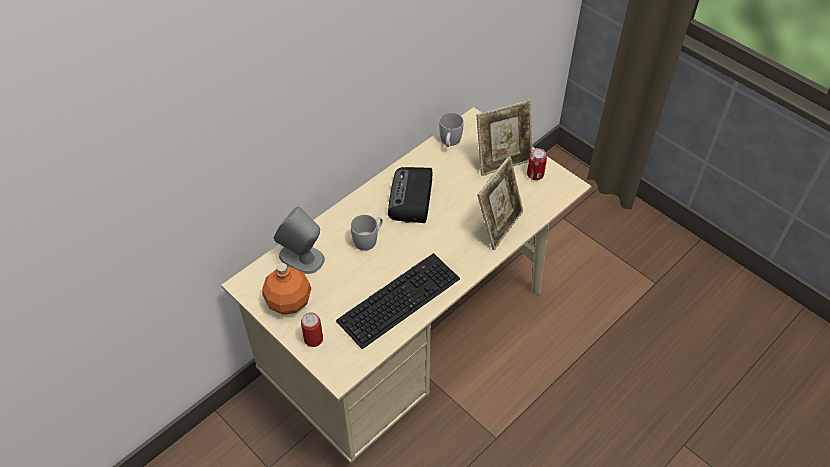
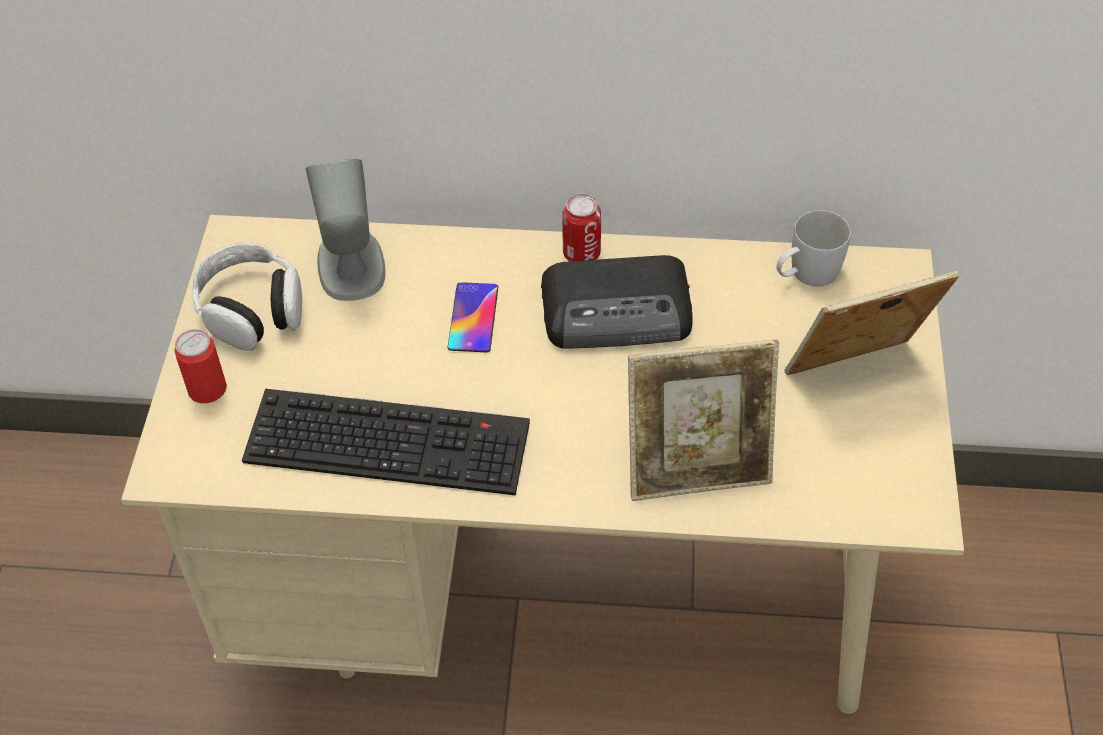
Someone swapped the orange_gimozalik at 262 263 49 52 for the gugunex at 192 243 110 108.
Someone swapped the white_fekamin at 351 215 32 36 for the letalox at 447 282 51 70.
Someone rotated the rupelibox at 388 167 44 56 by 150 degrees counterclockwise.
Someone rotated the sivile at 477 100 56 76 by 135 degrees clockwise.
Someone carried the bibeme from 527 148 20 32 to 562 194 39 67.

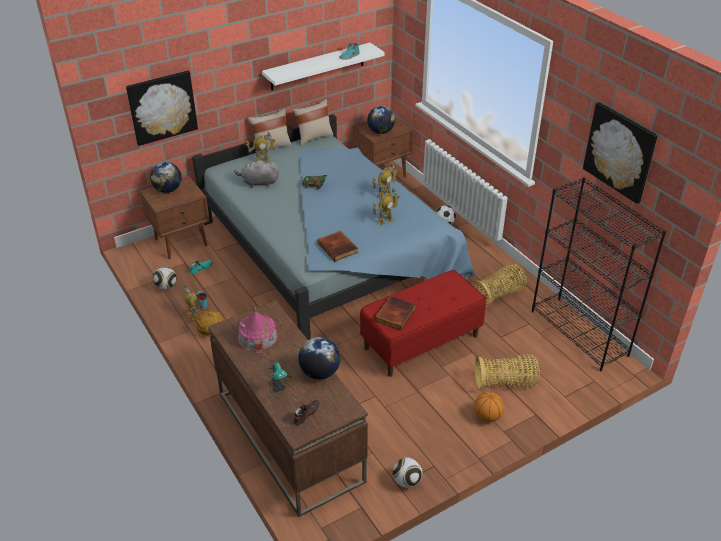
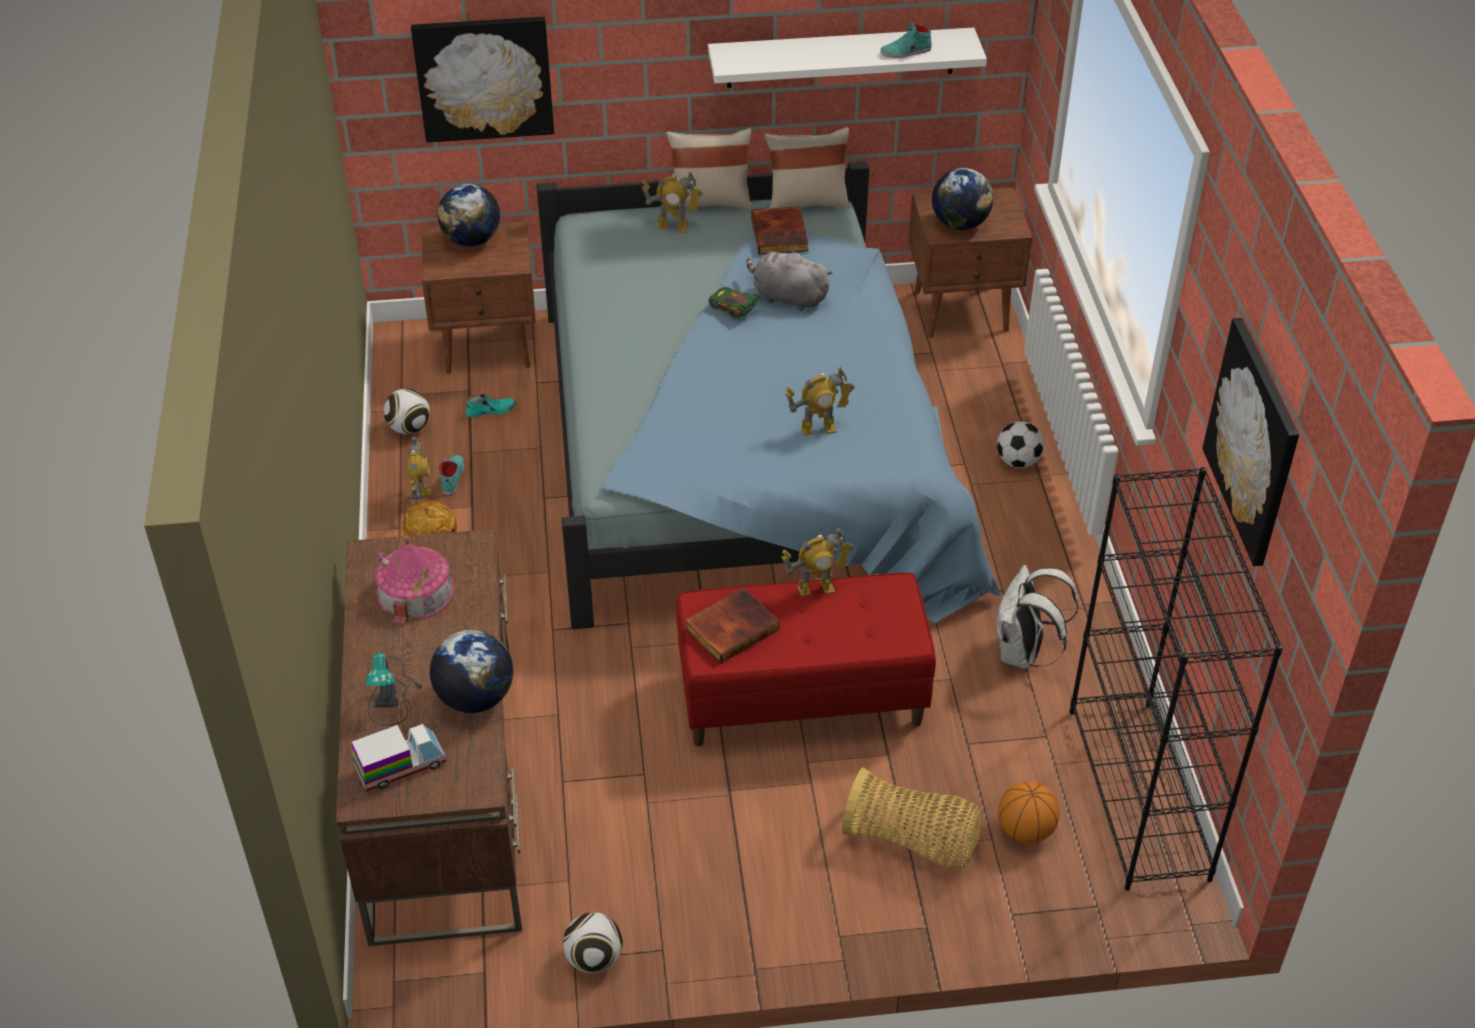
Someone carried the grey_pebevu from 234 160 45 27 to 746 248 87 63.
Someone swapped the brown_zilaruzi at 293 399 27 26 for the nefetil at 352 724 94 68.
Someone carried the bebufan from 318 231 40 30 to 751 206 58 49.
Someone carried the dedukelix from 372 163 26 35 to 781 527 73 70.
Someone swapped the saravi at 471 264 56 44 for the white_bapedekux at 996 565 82 104.
Someone carried the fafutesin from 474 392 30 30 to 998 781 62 63.

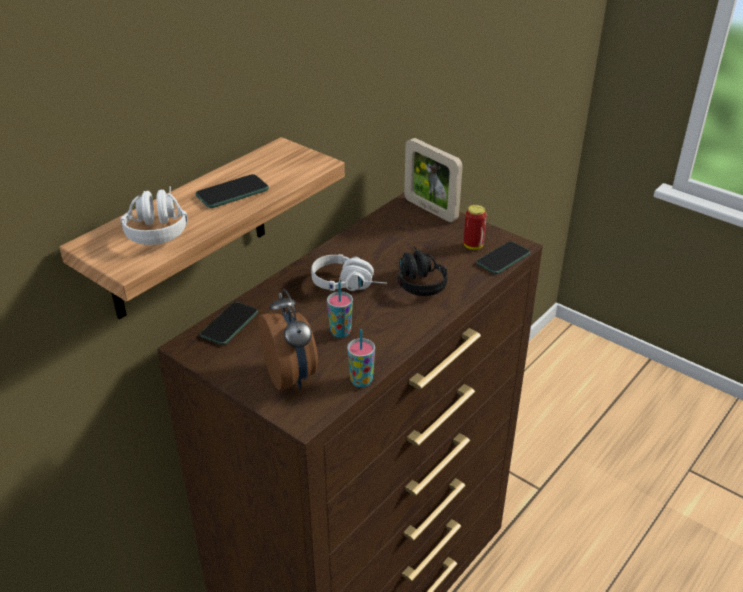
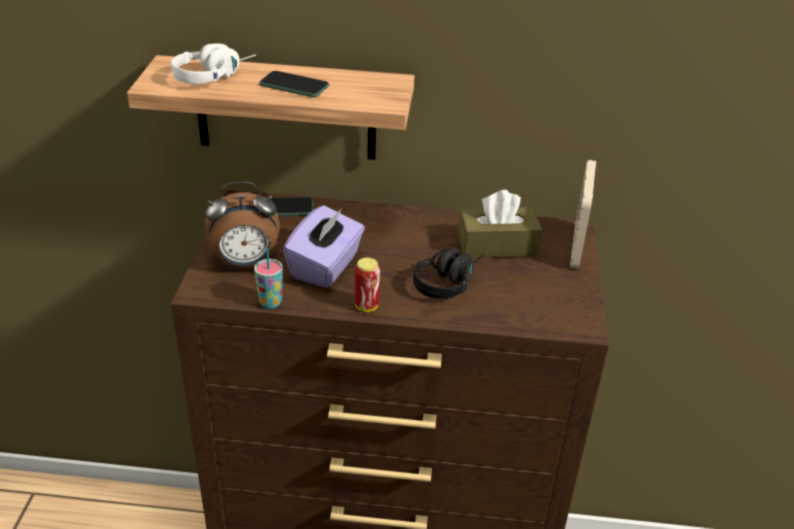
Someone rotated the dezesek at 258 289 60 101 by 45 degrees clockwise.
Someone took away the white_gugunex at 311 254 76 37.
Someone swapped the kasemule at 327 282 26 56 for the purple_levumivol at 283 205 82 83.
Someone carried the bibeme from 464 205 23 45 to 355 257 25 55.
Someone took away the letalox at 476 241 54 33.
Someone put down the brown_levumivol at 458 190 84 68.

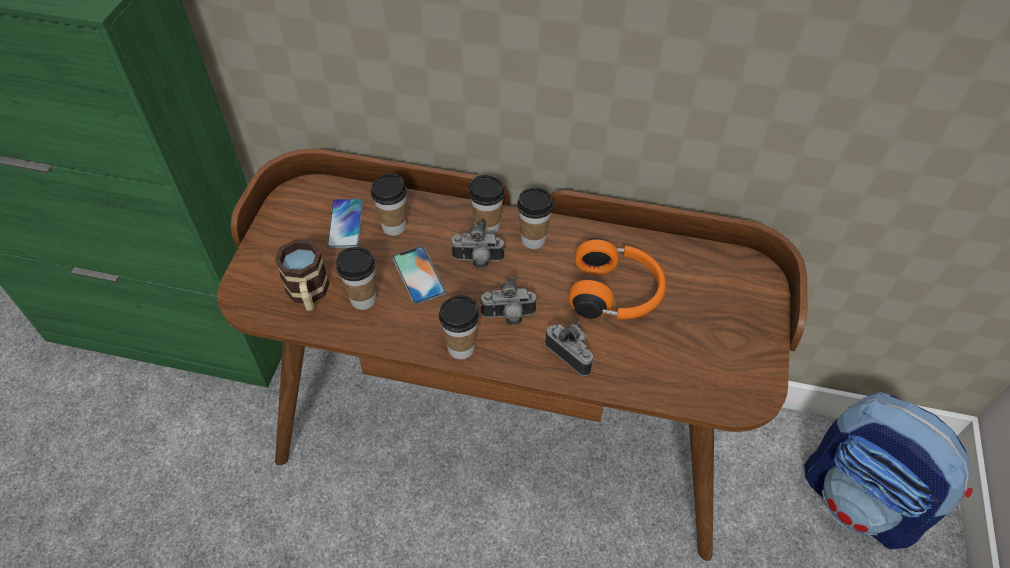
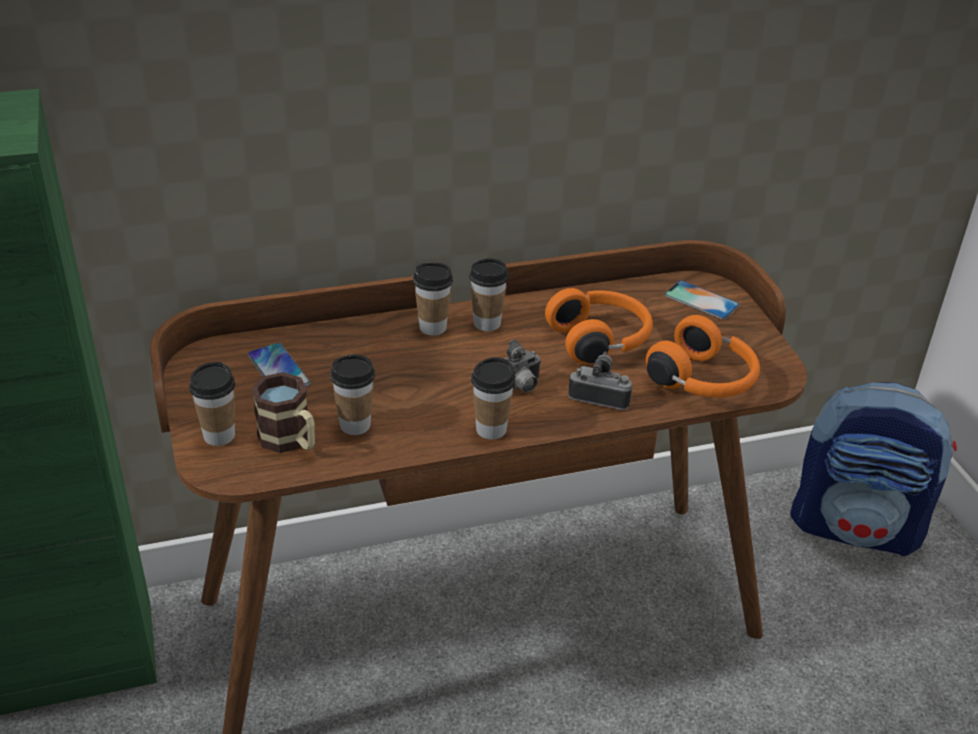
Someone carried the kasemule from 371 173 36 63 to 189 362 46 84.
Someone carried the letalox from 392 246 54 58 to 664 280 76 40.
Someone took away the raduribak at 451 222 54 46.
Someone put down the orange_gugunex at 646 315 114 83.

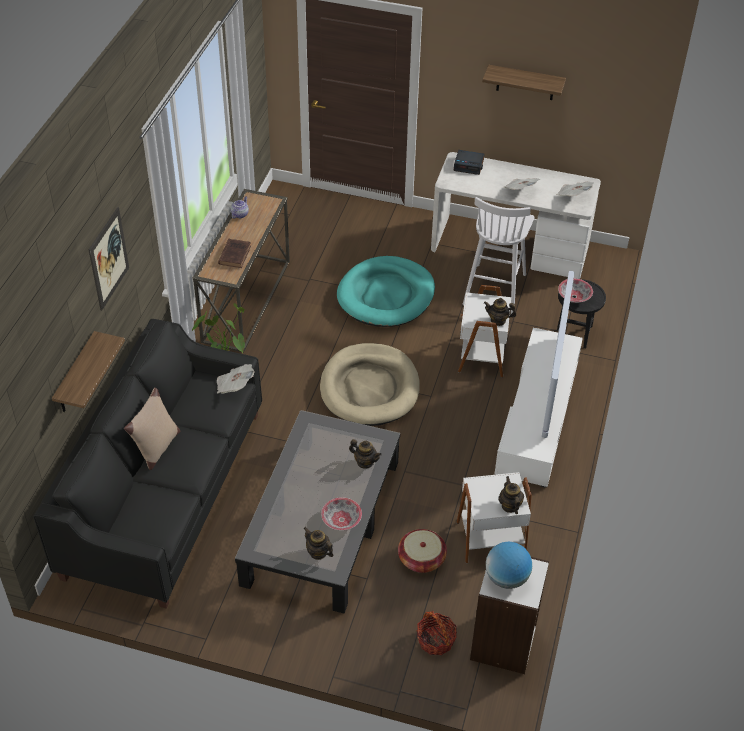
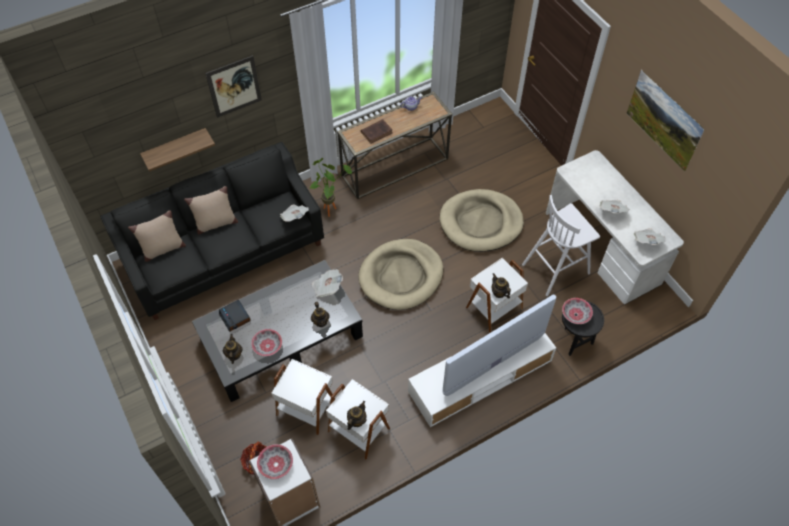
Someone repainted the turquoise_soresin at 337 256 98 71, which became the beige_soresin at 440 189 84 63.
Someone swapped the saravi at 398 529 49 44 for the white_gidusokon at 271 359 64 76.
Someone carried the dezesek from 453 150 31 25 to 219 300 32 32.
Someone swapped the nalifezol at 482 65 84 35 for the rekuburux at 627 70 78 102.
Someone swapped the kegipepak at 486 542 46 47 for the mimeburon at 257 444 36 35.
Someone put down the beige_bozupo at 128 210 58 52.
Someone put down the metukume at 312 269 31 28.

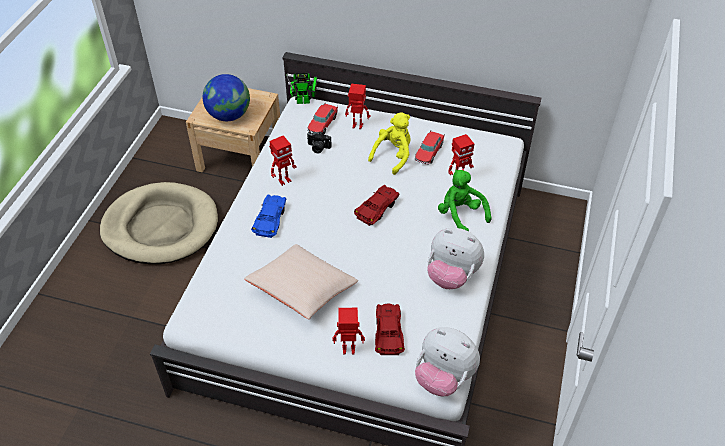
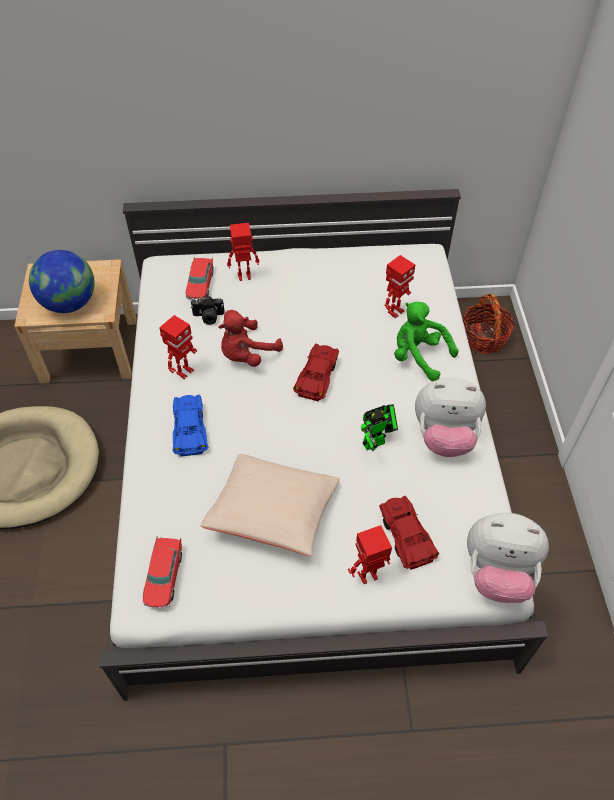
Someone carried the dedukelix from 286 73 31 31 to 361 404 37 47.
Someone took away the yellow_pebevu at 368 112 43 63.
Someone carried the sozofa from 414 131 30 33 to 143 537 39 71.
Someone put down the red_pebevu at 219 310 64 57.
Someone put down the saravi at 462 293 53 61.

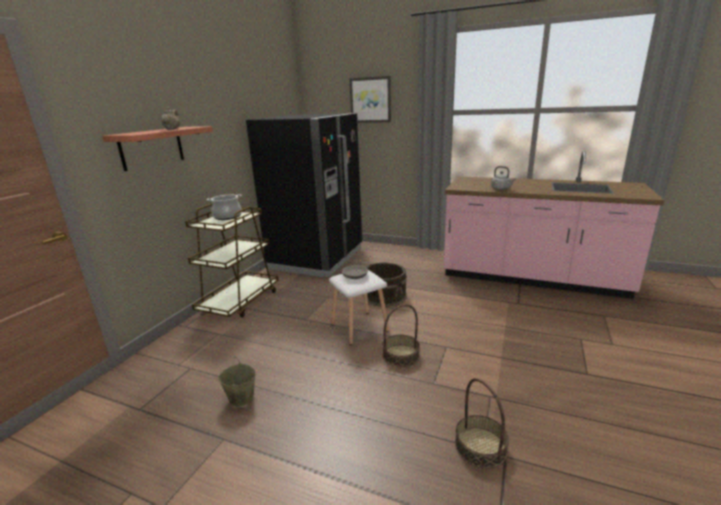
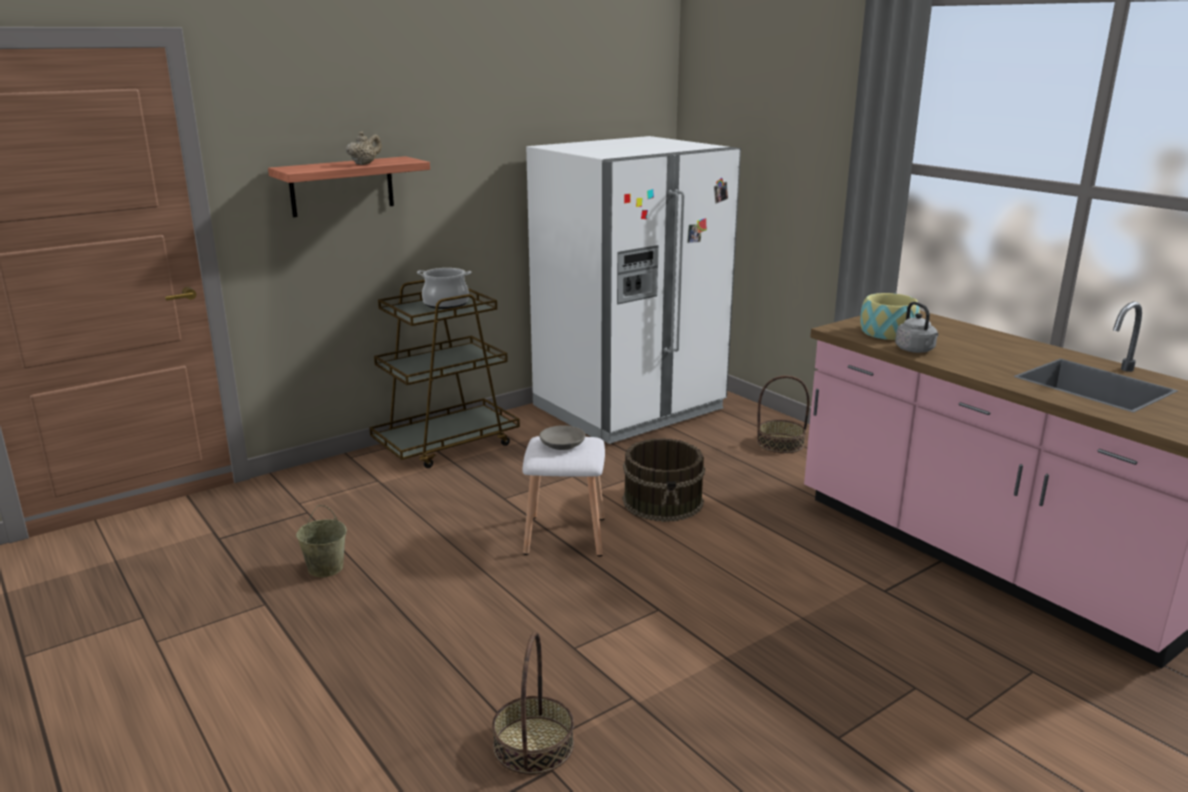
Someone repainted the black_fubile at 246 113 117 164, which became the white_fubile at 526 136 215 308.
Someone took away the rekuburux at 349 76 42 47.
Someone carried the saravi from 382 304 38 63 to 757 375 53 78.
Someone put down the mimeburon at 860 293 60 47.

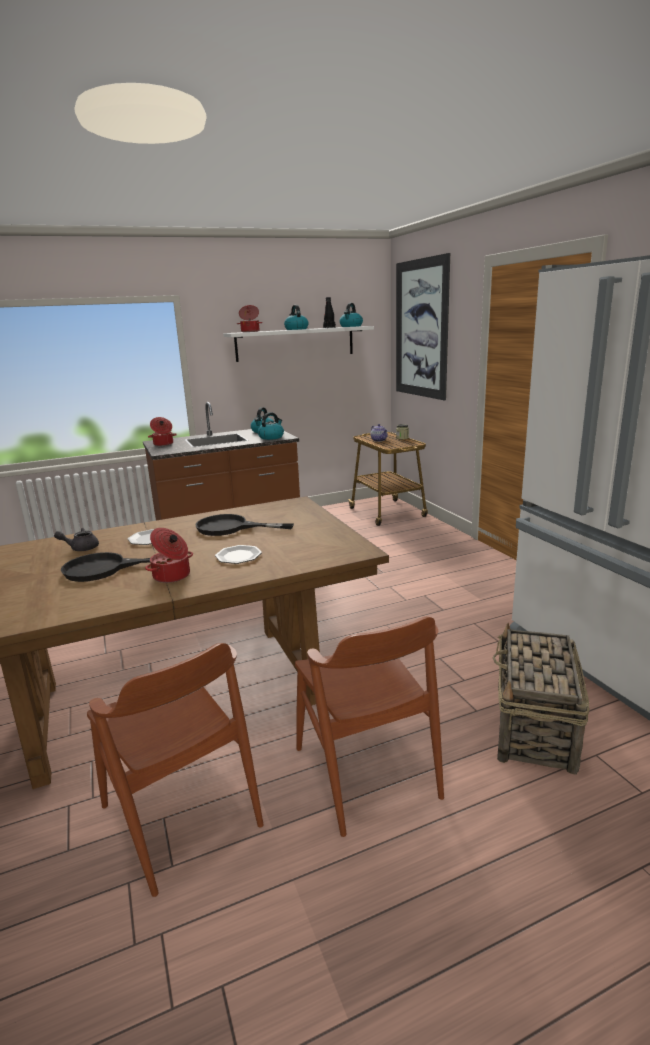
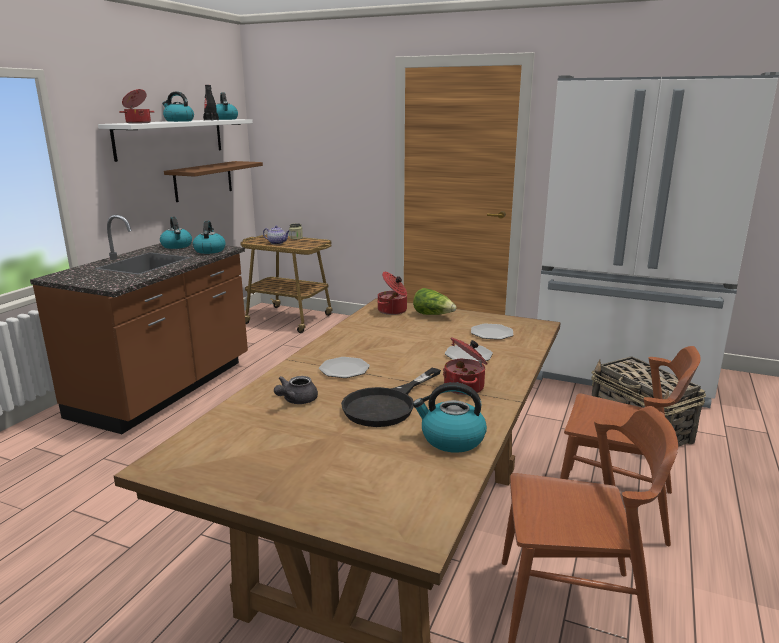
Someone carried the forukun from 148 417 29 29 to 377 272 30 43.
Someone took away the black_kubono at 195 514 99 22.
Someone took away the rekuburux at 396 253 54 147.
Someone put up the brown_nalifezol at 164 161 99 41.
Someone put down the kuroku at 413 288 43 27.
Someone put down the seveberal at 413 382 74 71.
Someone put down the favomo at 471 324 42 16.

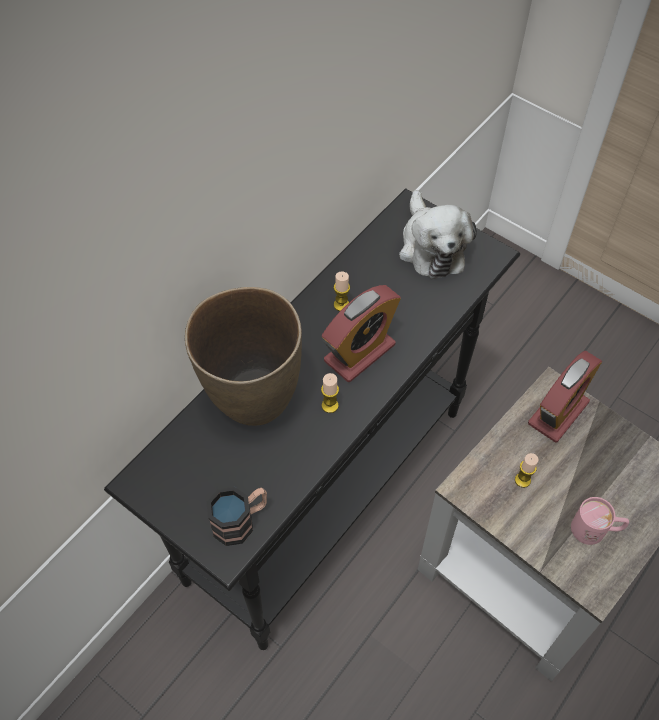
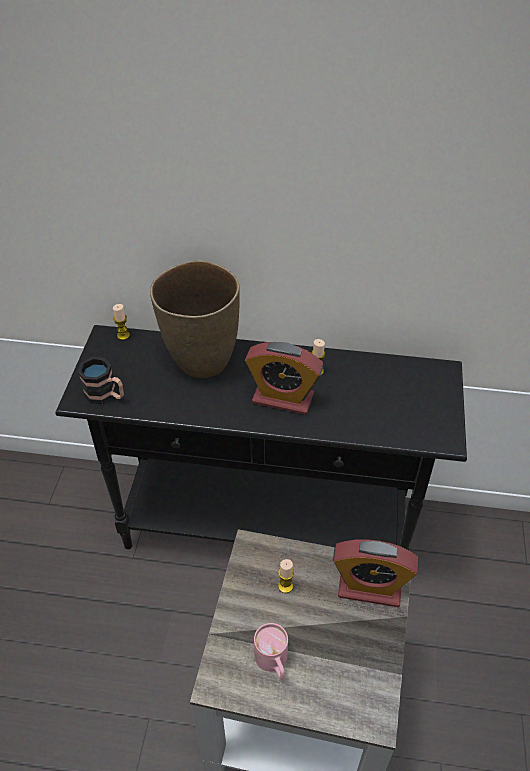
Someone carried the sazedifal from 321 373 18 40 to 113 304 17 36.
Someone took away the pebevu at 399 190 78 89.

